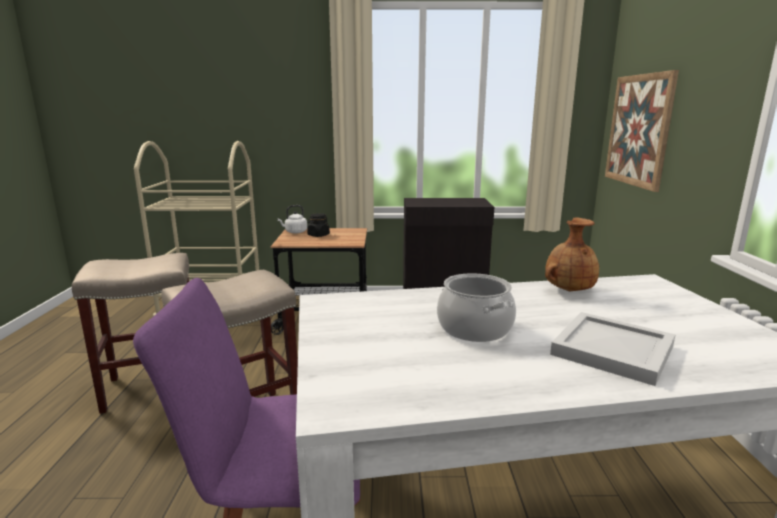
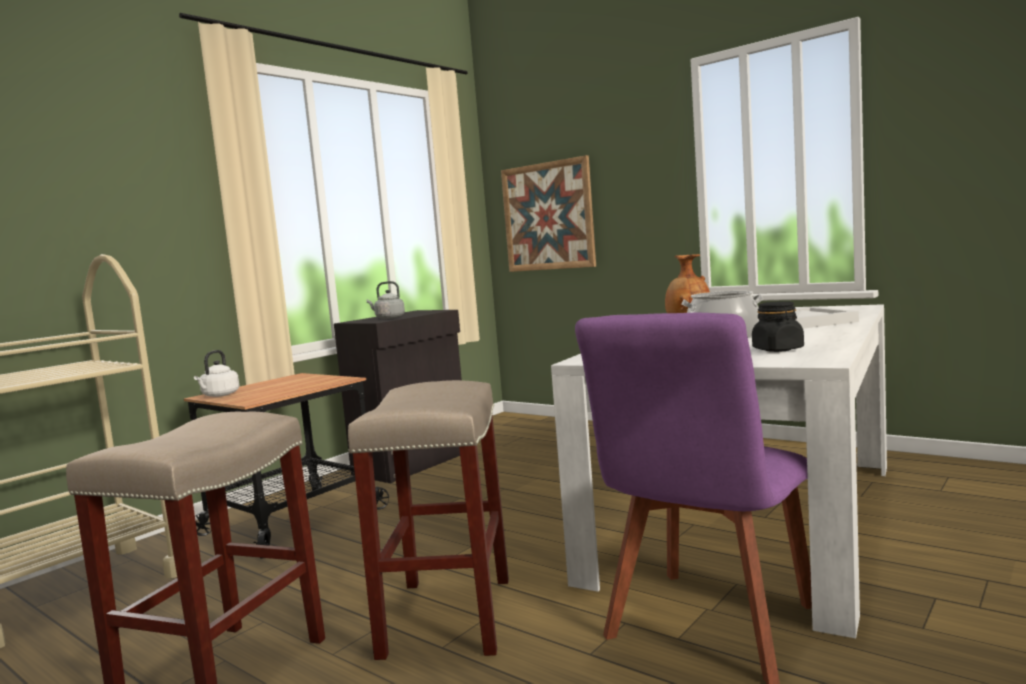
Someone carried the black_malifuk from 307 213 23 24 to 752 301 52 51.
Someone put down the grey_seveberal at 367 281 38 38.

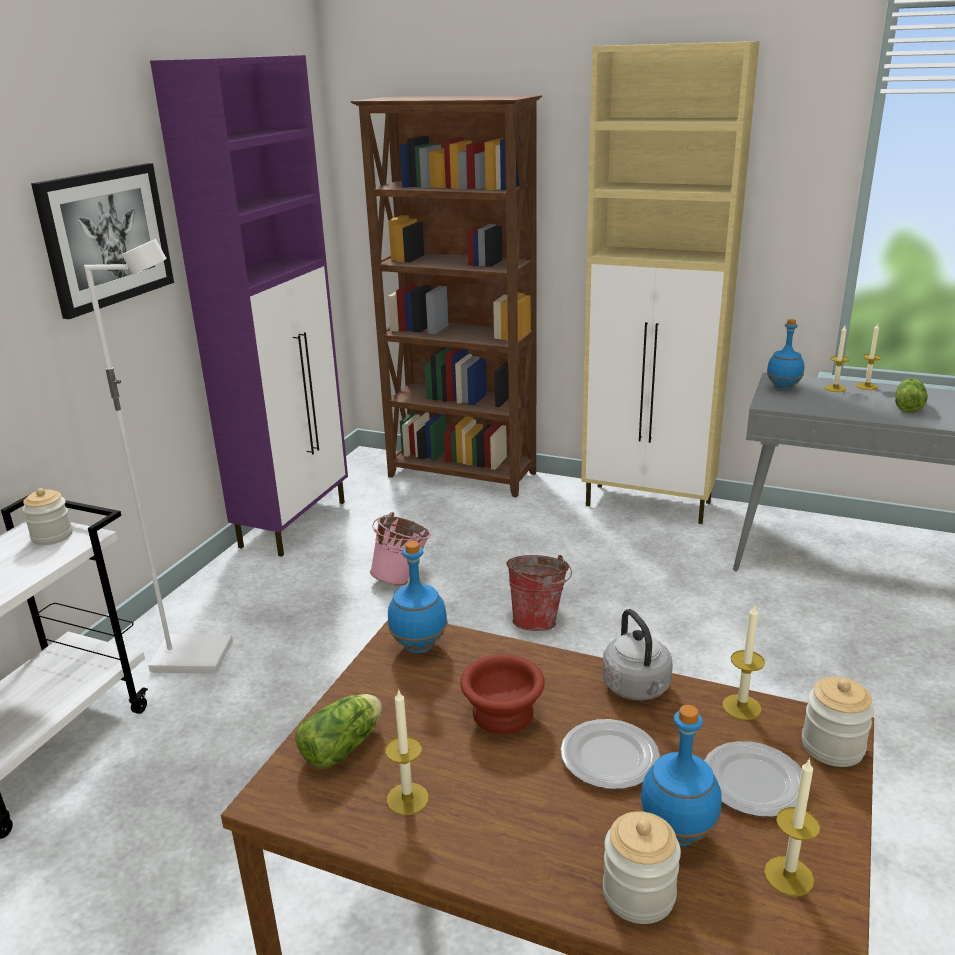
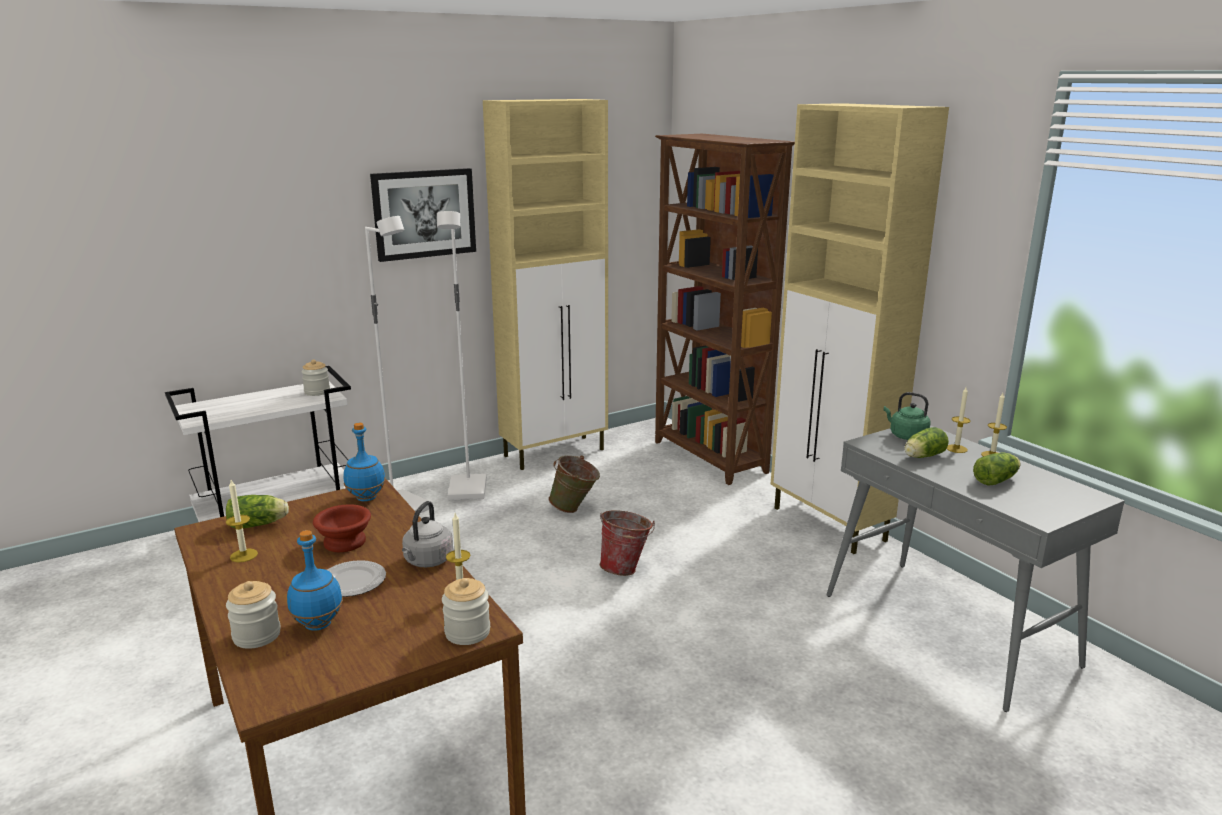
Someone repainted the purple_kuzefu at 150 55 198 502, which became the beige_kuzefu at 483 99 125 371.
Someone repainted the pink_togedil at 370 512 61 74, which became the green_togedil at 548 455 52 58.
Someone took away the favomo at 704 741 98 76.
Someone took away the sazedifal at 764 758 56 138.
Someone swapped the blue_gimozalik at 767 319 37 72 for the green_seveberal at 884 392 47 48.
Someone put down the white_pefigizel at 437 211 50 289.
Someone put down the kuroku at 905 427 44 31.

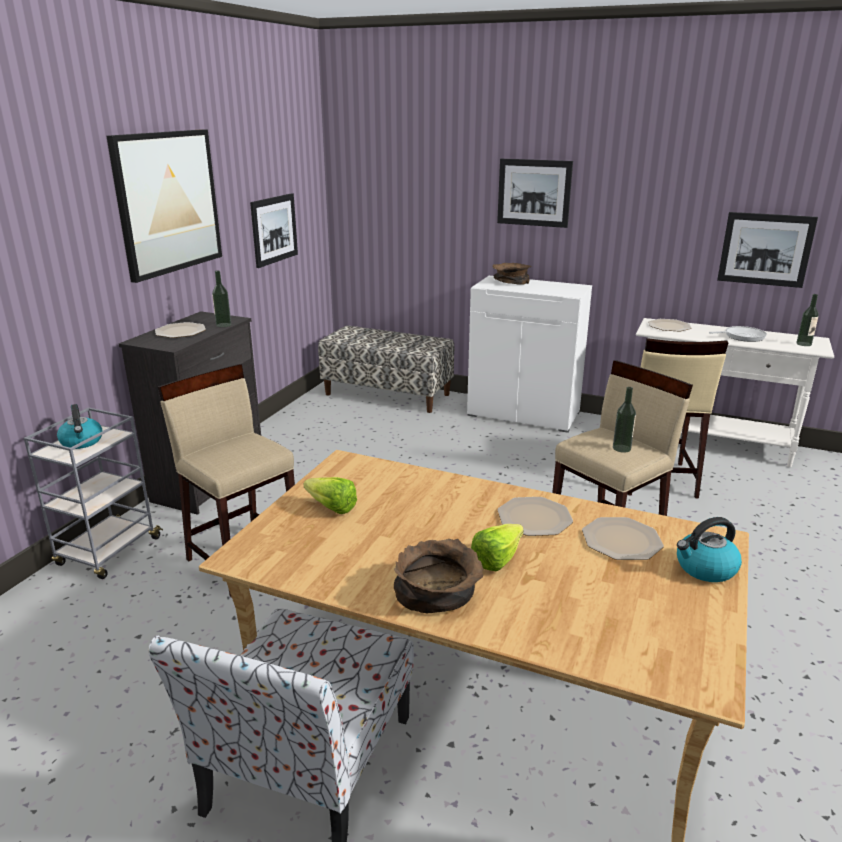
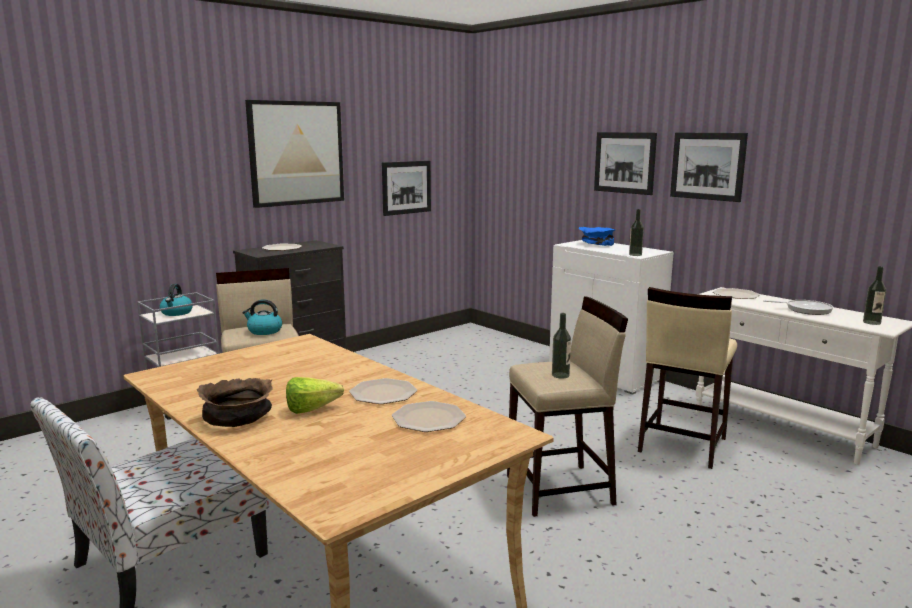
Someone carried the gimozalik from 212 270 19 57 to 629 209 15 47.
Someone took away the kuroku at 304 477 53 37.
Someone took away the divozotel at 318 326 136 87.
Someone repainted the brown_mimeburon at 492 263 40 21, which became the blue_mimeburon at 579 227 37 19.
Someone carried the seveberal from 677 517 65 65 to 242 299 40 36.
Someone carried the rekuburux from 717 212 101 76 to 670 132 78 70.

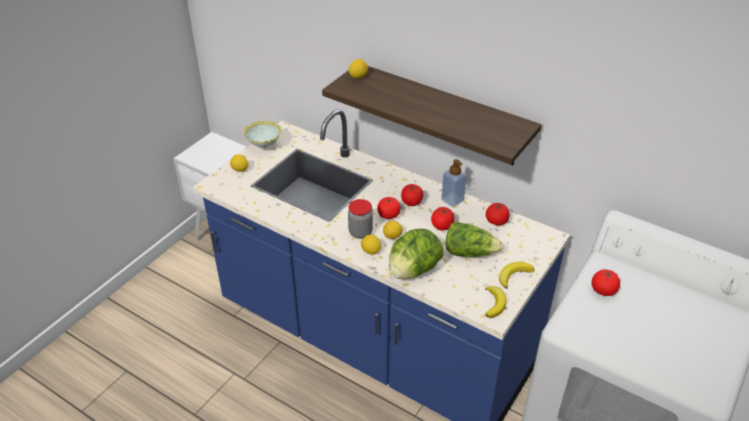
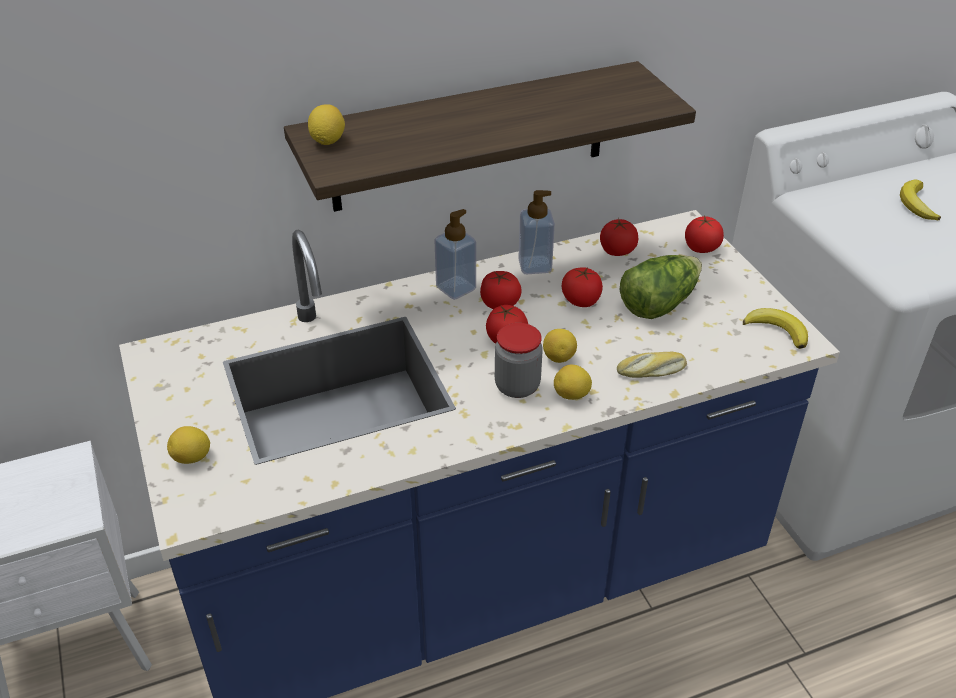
Someone took away the mimeburon at 243 120 38 27.
Someone swapped the kuroku at 389 229 55 50 for the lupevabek at 617 352 70 26.
Someone carried the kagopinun from 499 262 35 27 to 900 179 41 41.
Someone carried the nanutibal from 592 269 28 27 to 685 215 39 38.
Someone put down the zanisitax at 434 209 42 91.

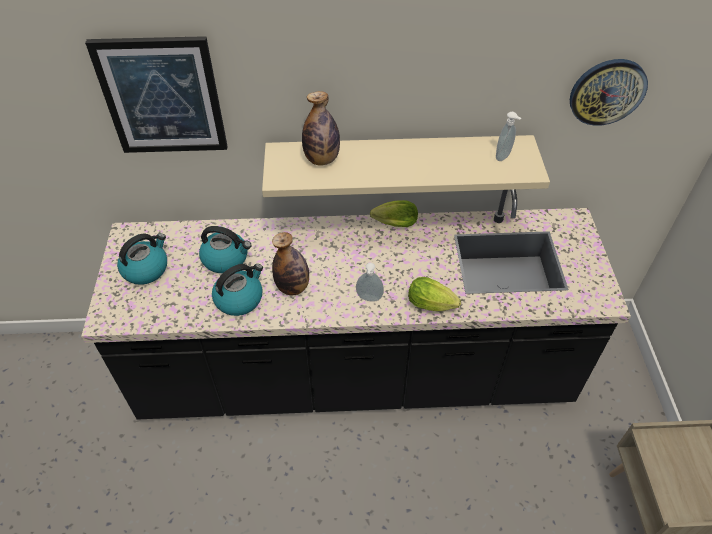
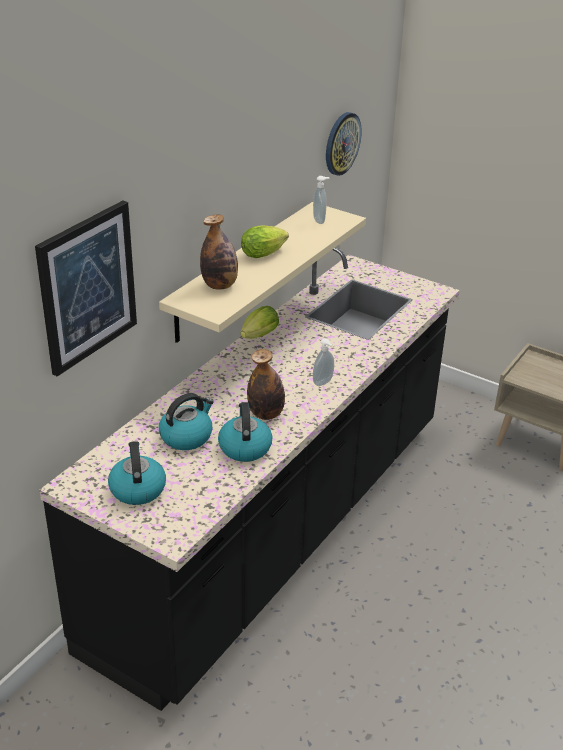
Someone carried the kuroku from 408 277 53 34 to 241 225 48 33.

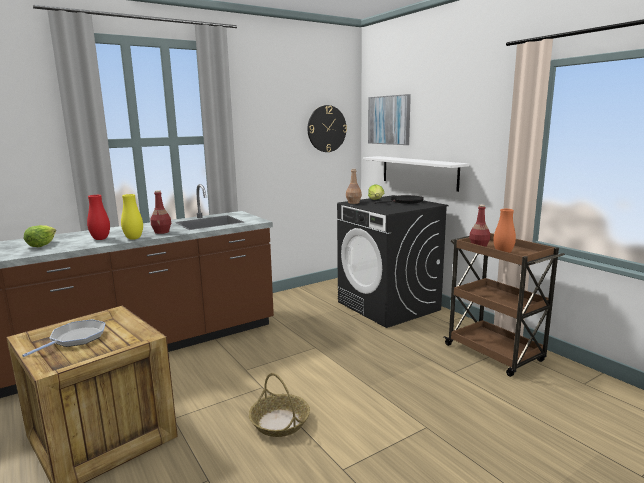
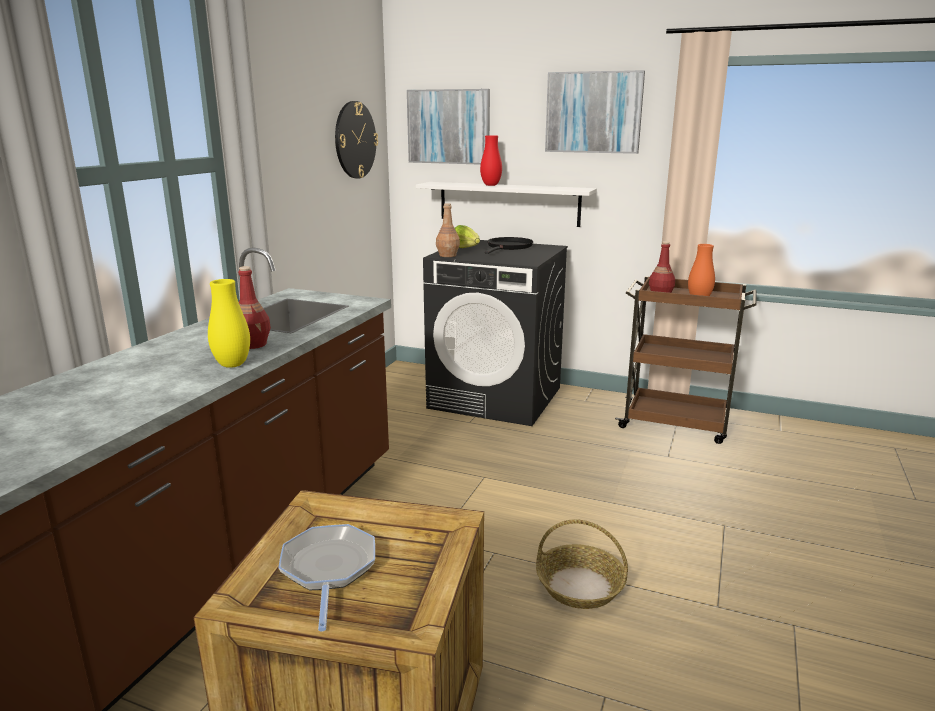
Someone took away the kuroku at 24 225 32 22.
Someone carried the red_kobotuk from 87 195 23 45 to 480 135 22 51.
Someone put up the rekuburux at 545 70 100 84.

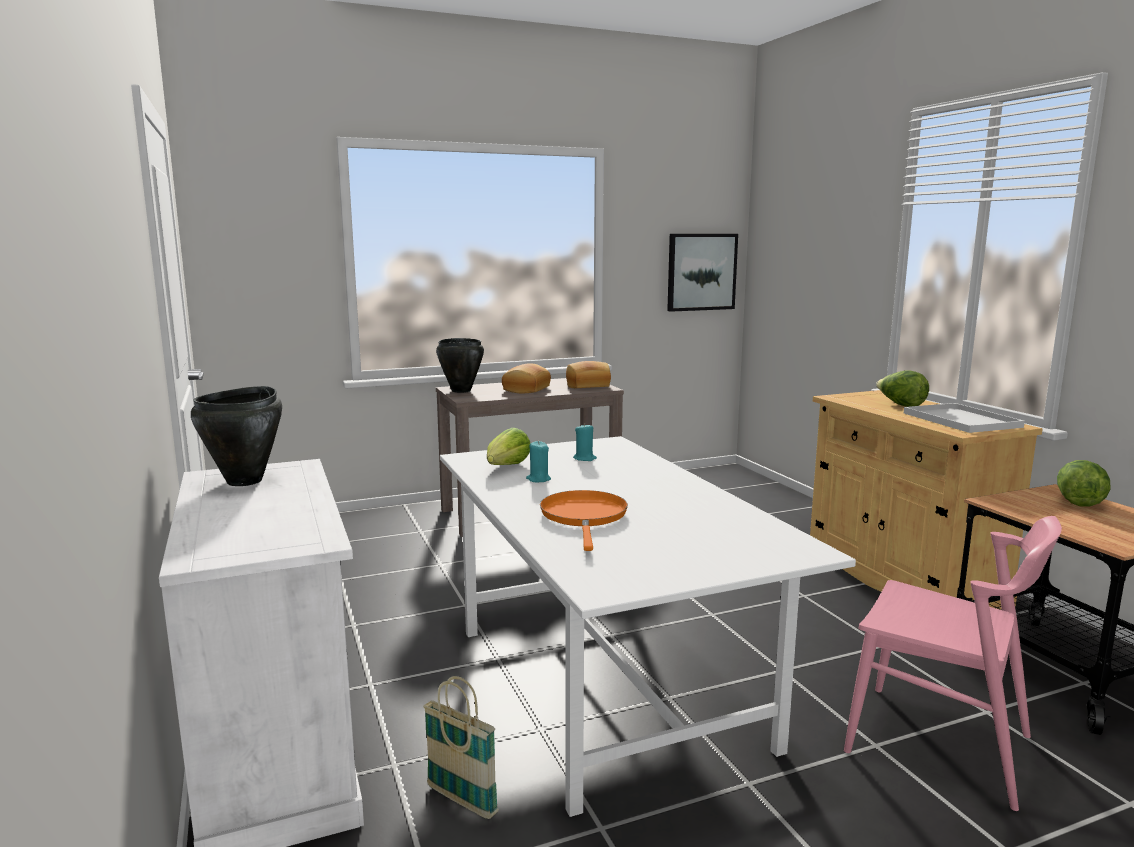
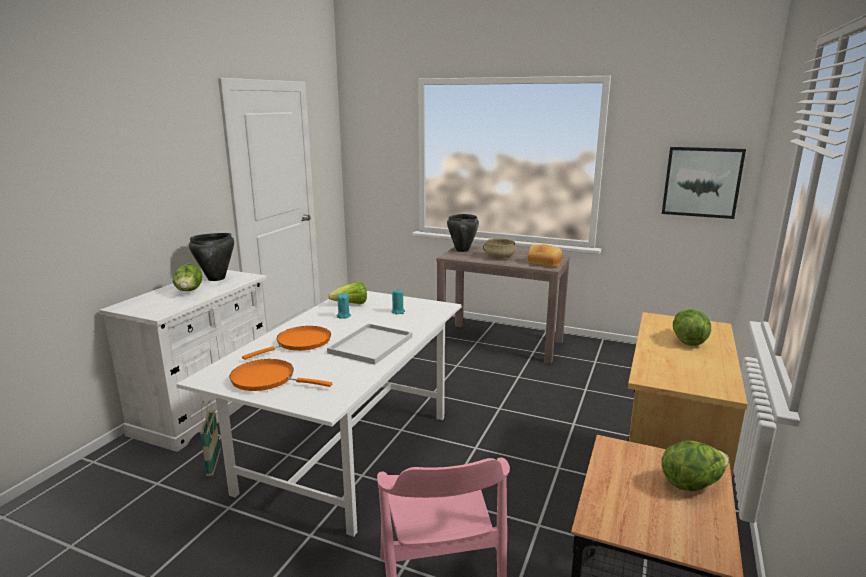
Someone swapped the lupevabek at 502 363 49 30 for the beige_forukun at 483 239 33 19.
Someone carried the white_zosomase from 904 403 121 30 to 327 323 86 42.
Someone put down the kuroku at 173 263 29 28.
Someone put down the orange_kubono at 229 359 103 32.

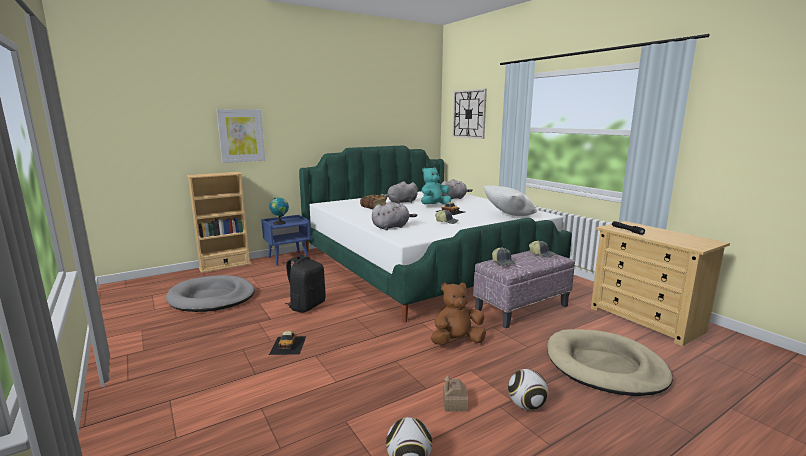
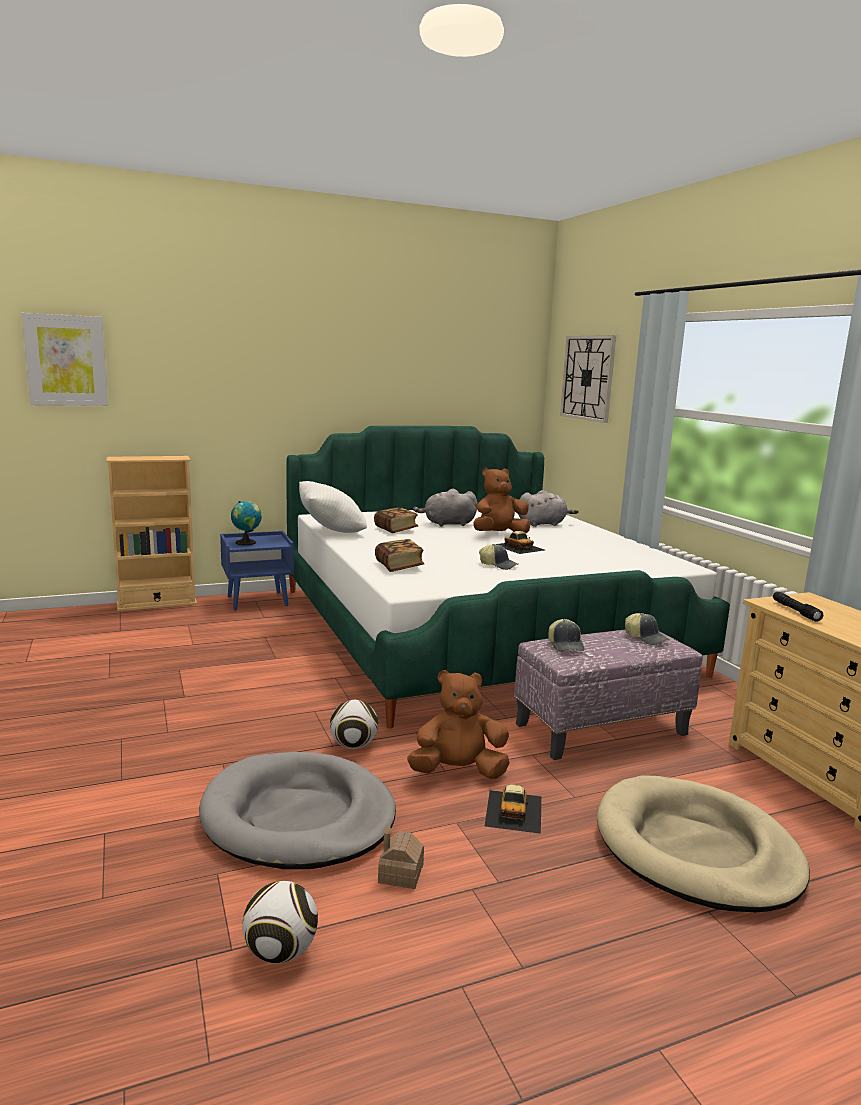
Someone carried the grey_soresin from 166 275 89 37 to 199 752 197 117.
Someone carried the rekuburux from 216 109 49 54 to 22 313 86 93.
Someone carried the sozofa from 269 331 38 24 to 485 784 57 50.
Someone took away the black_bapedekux at 285 255 41 58.
Someone swapped the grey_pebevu at 372 201 45 29 for the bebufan at 375 539 49 33.
Someone repainted the turquoise_pebevu at 421 167 30 38, which became the brown_pebevu at 473 467 57 66.
Someone carried the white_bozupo from 484 185 53 31 to 299 481 68 52.
Someone carried the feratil from 508 369 40 41 to 330 700 48 49.

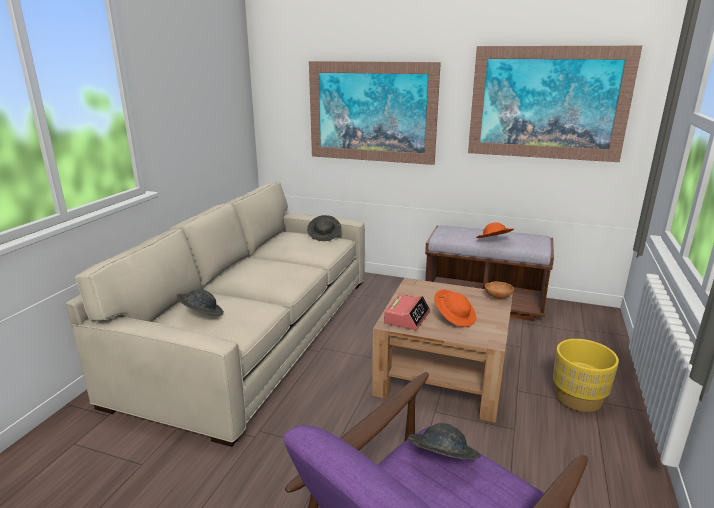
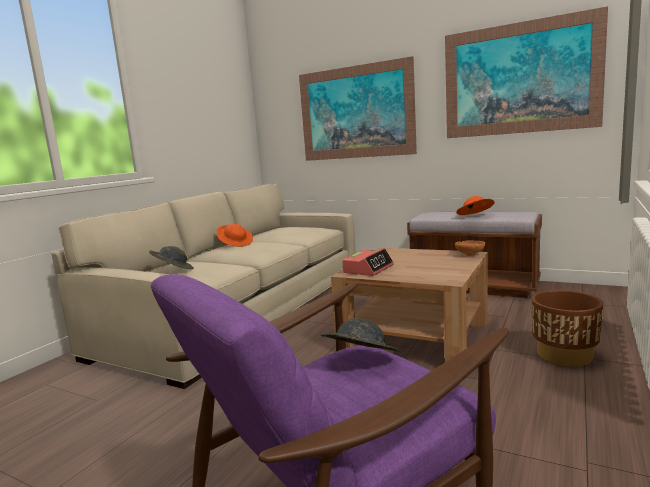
Someone took away the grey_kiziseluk at 307 215 35 26.
Someone carried the orange_kiziseluk from 434 289 42 38 to 216 224 37 23.
Someone repainted the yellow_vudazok at 553 339 66 73, which became the brown_vudazok at 532 290 71 77.

